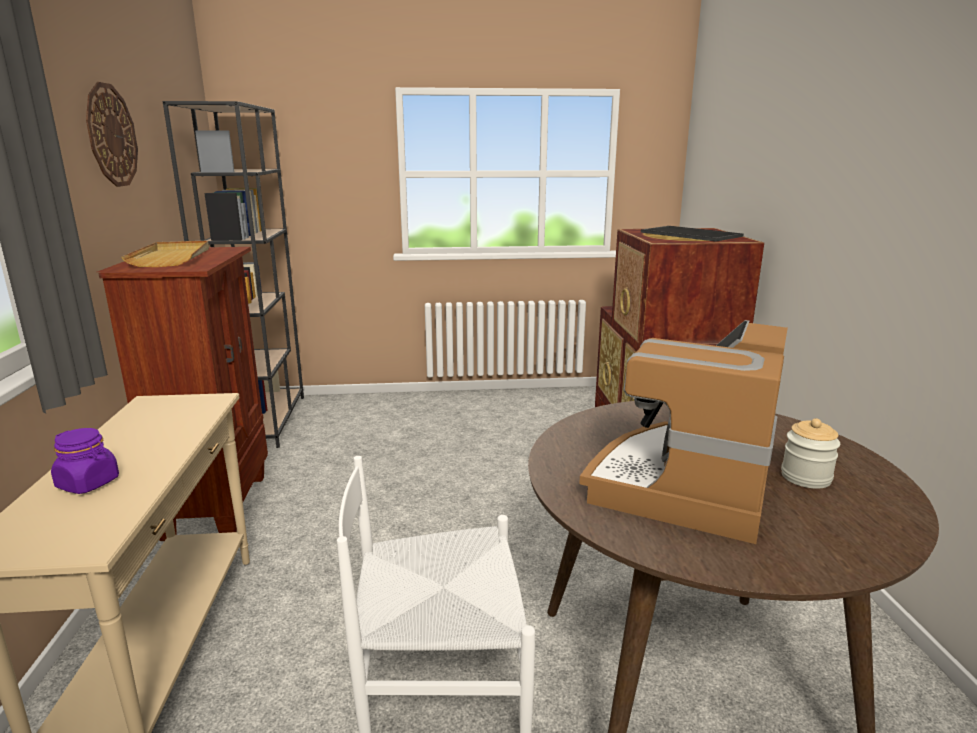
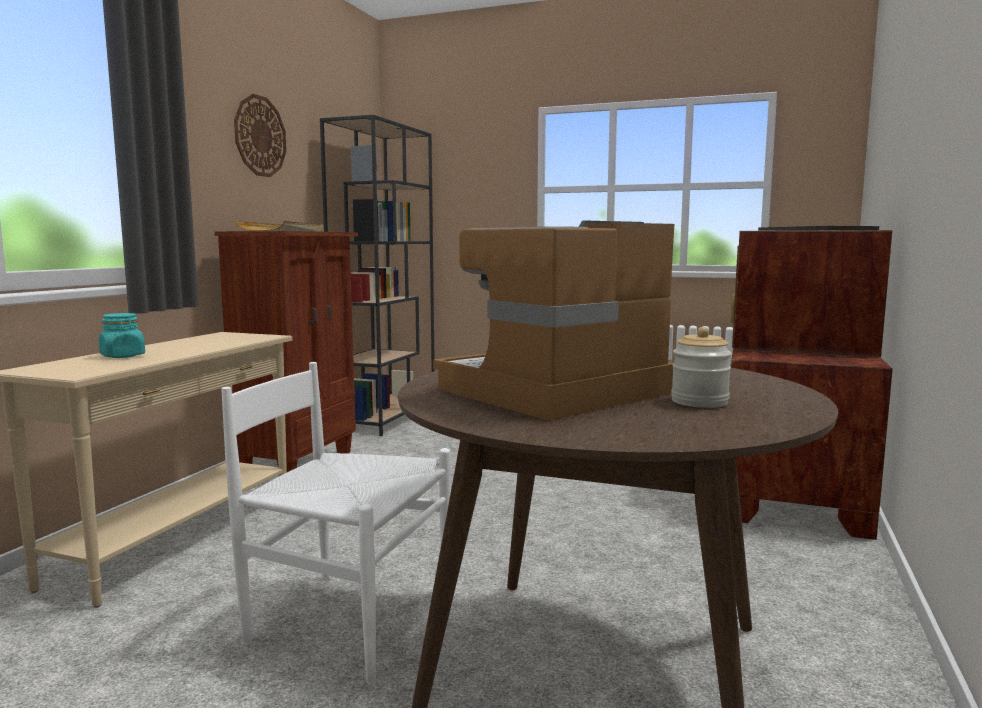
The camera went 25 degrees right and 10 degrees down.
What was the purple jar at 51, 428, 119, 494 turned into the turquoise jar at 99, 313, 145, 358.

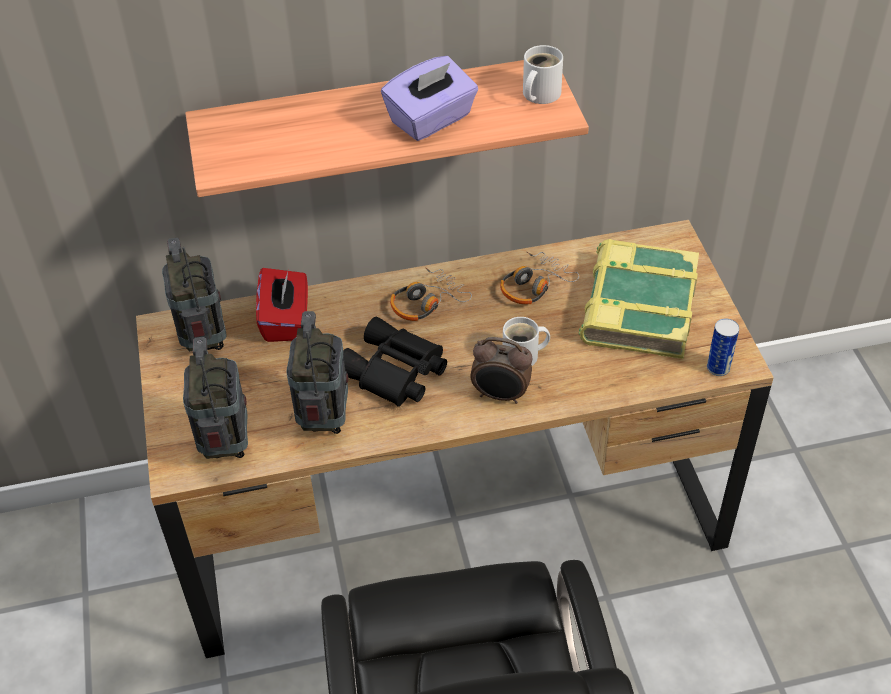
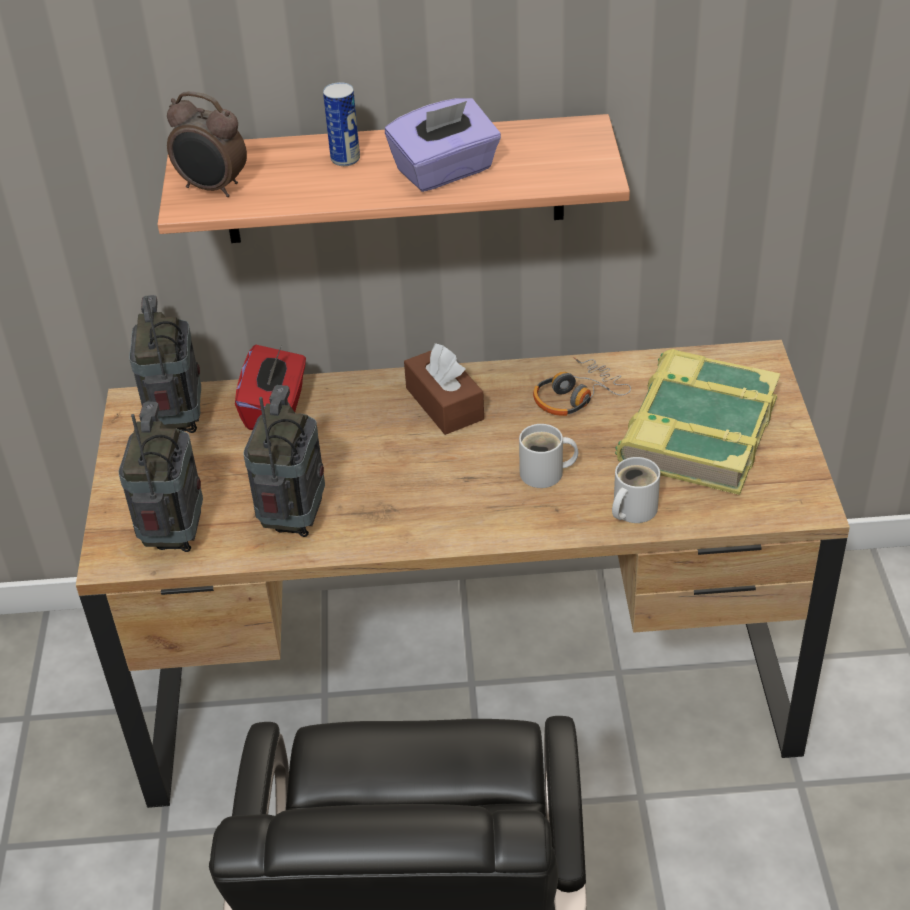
The camera went 10 degrees right and 5 degrees down.
The alarm clock ended up elsewhere, having gone from 470, 337, 533, 404 to 167, 91, 247, 197.
The can ended up elsewhere, having gone from 707, 318, 739, 376 to 323, 82, 360, 166.
Where the headphones stood at 390, 268, 472, 321, the brown tissue box came to stand at 404, 343, 484, 435.
The white mug ended up elsewhere, having gone from 523, 45, 563, 104 to 612, 457, 660, 523.
The second view lost the black binoculars at 343, 317, 447, 407.

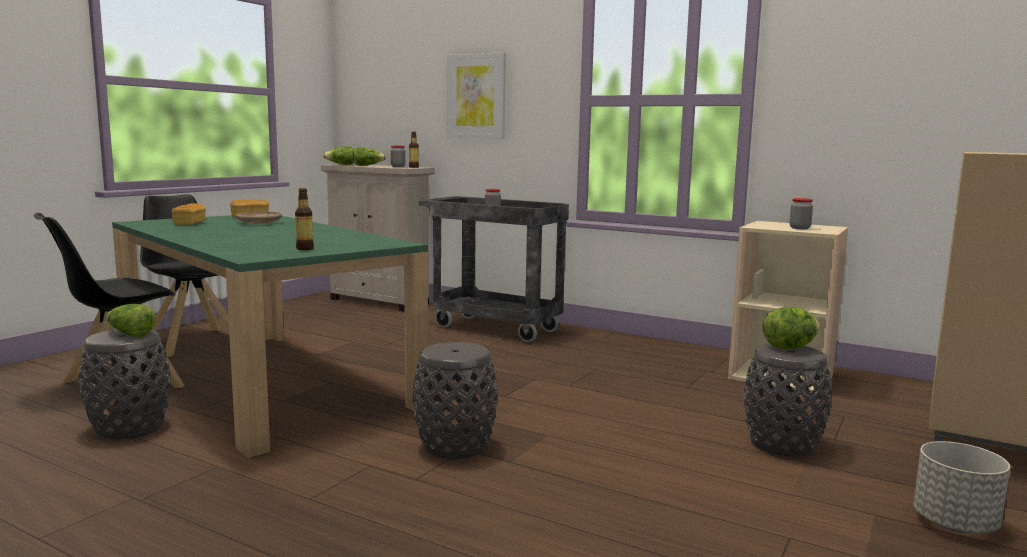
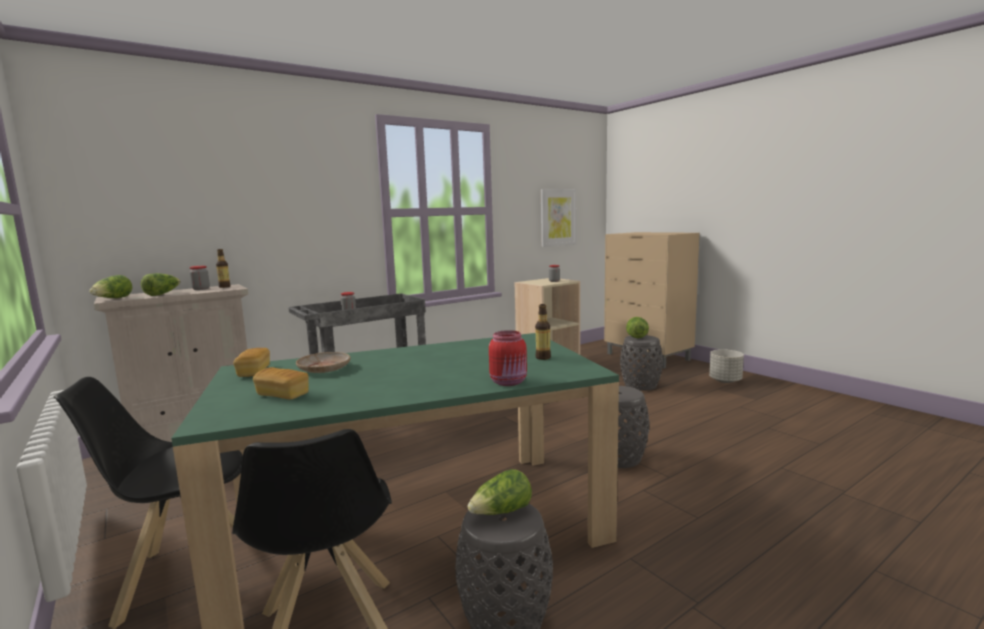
The camera went 65 degrees left and 0 degrees up.
The second view gained the red jar at 489, 330, 527, 386.
The picture ended up elsewhere, having gone from 447, 52, 506, 139 to 541, 189, 576, 247.

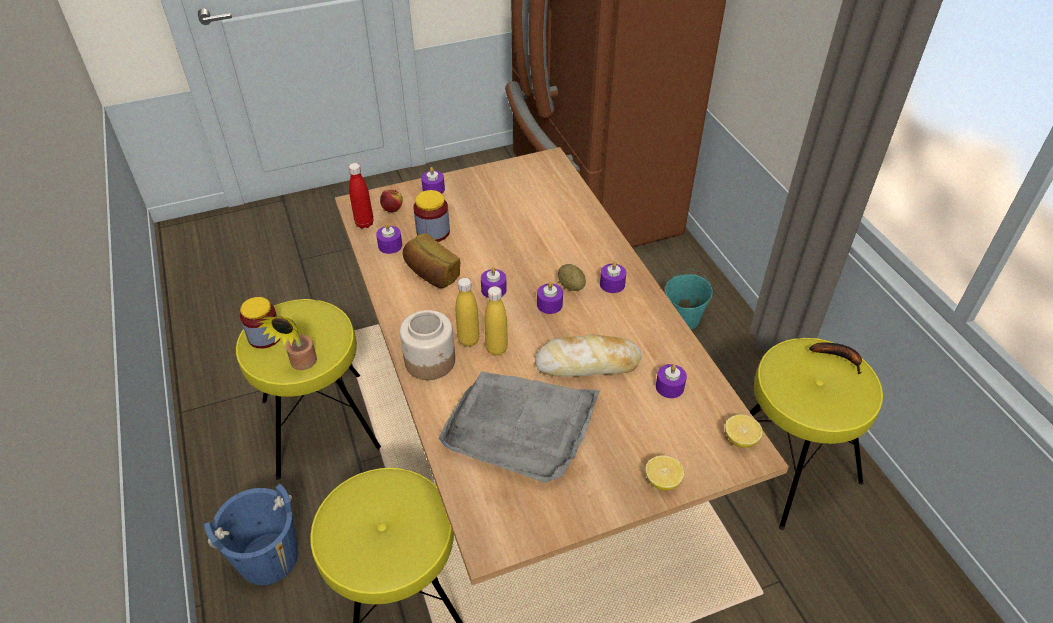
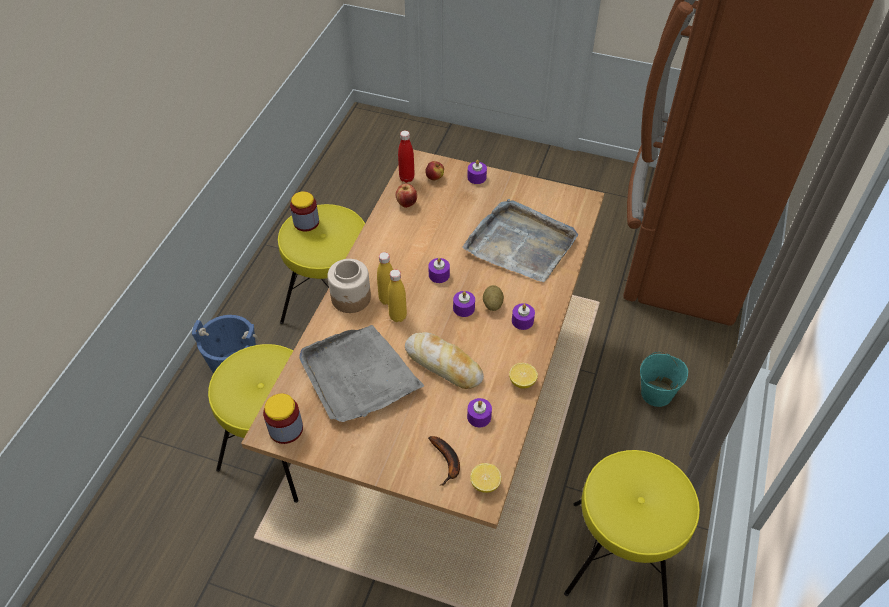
The camera went 40 degrees right and 5 degrees up.
The jar ended up elsewhere, having gone from 413, 190, 450, 242 to 263, 394, 303, 444.
Where the purple candle stood at 376, 223, 402, 254, the apple came to stand at 396, 184, 417, 208.
The banana ended up elsewhere, having gone from 809, 342, 862, 374 to 428, 436, 460, 485.
The second view gained the grey tray at 462, 199, 578, 282.
The lemon ended up elsewhere, having gone from 646, 455, 684, 491 to 509, 363, 538, 389.
The second view lost the potted plant at 258, 315, 317, 370.
The second view lost the bread at 403, 233, 460, 288.

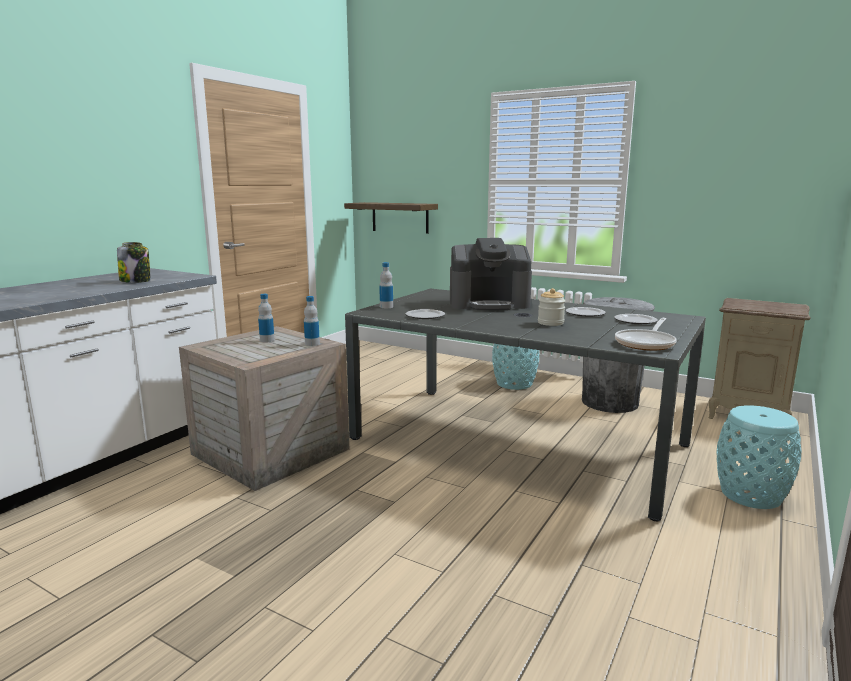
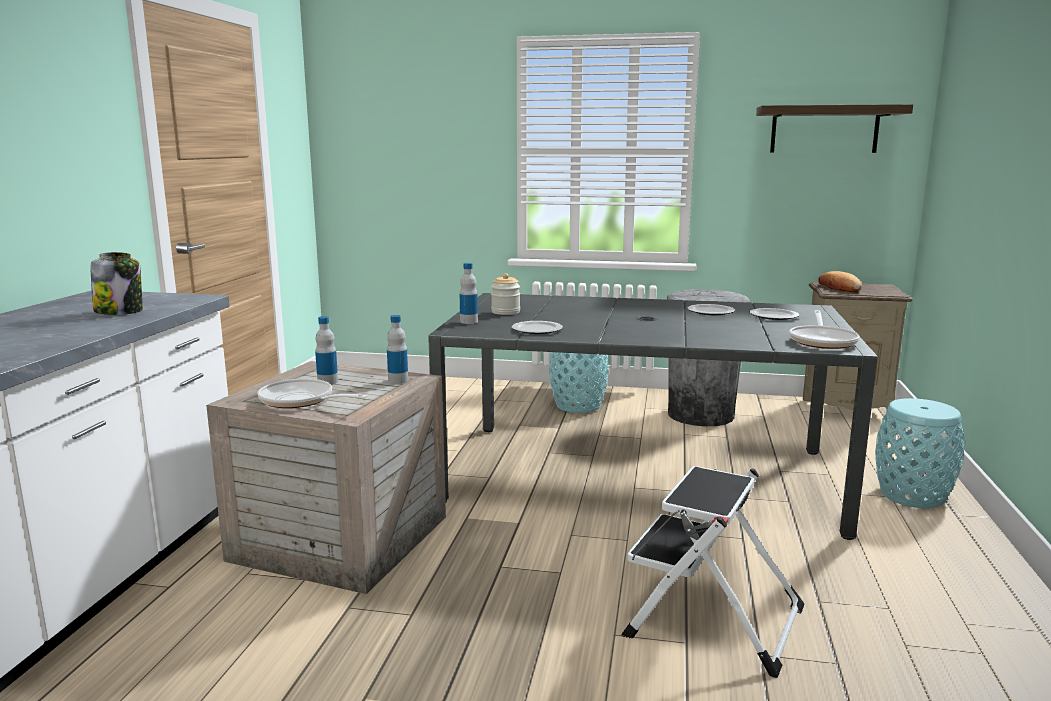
The camera went 20 degrees left and 0 degrees up.
The second view gained the frying pan at 258, 379, 368, 408.
The jar ended up elsewhere, having gone from 538, 288, 566, 326 to 491, 273, 520, 315.
The second view gained the step ladder at 621, 466, 804, 678.
The shelf ended up elsewhere, having gone from 344, 202, 438, 234 to 756, 104, 913, 153.
The second view gained the bread at 818, 271, 862, 292.
The second view lost the coffee machine at 450, 238, 532, 310.

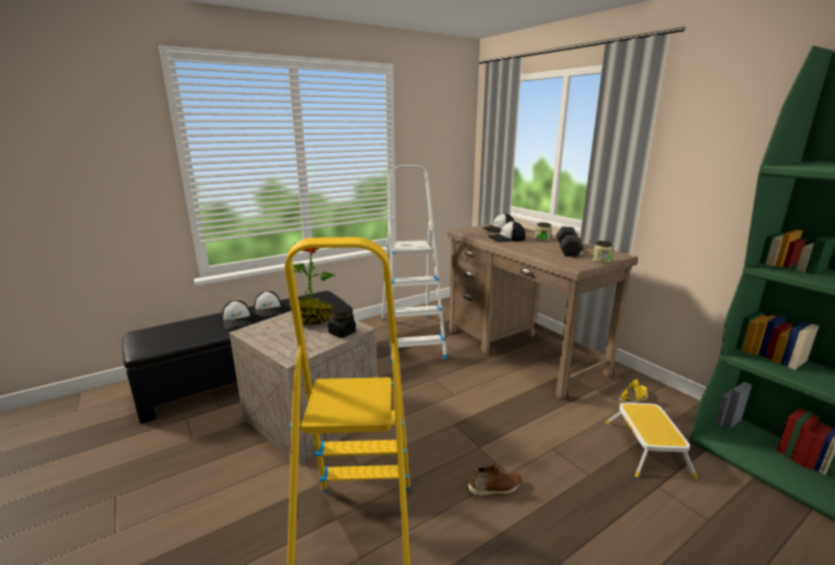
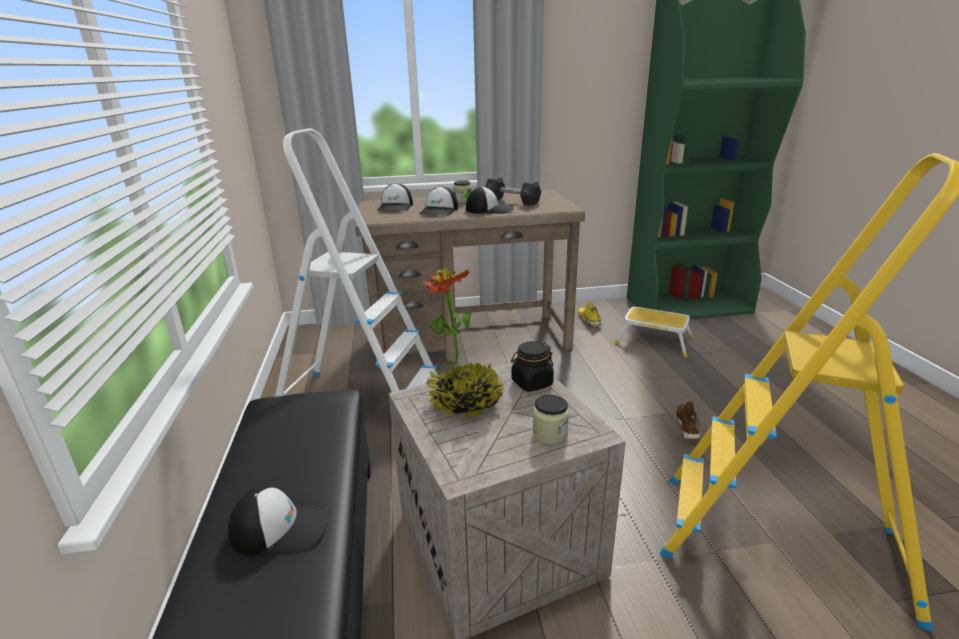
The camera went 65 degrees left and 5 degrees up.
The cap ended up elsewhere, having gone from 254, 291, 282, 317 to 466, 187, 514, 214.
The jar ended up elsewhere, having gone from 592, 241, 613, 263 to 533, 395, 569, 444.

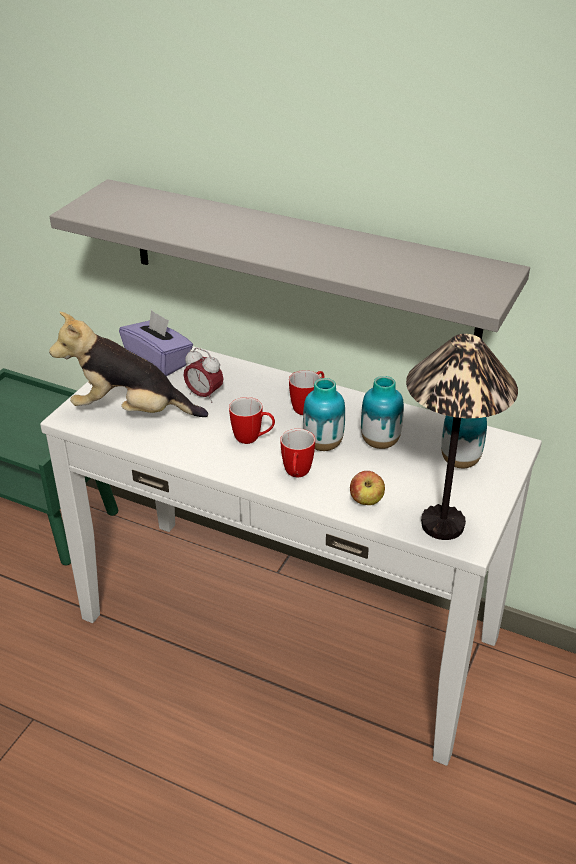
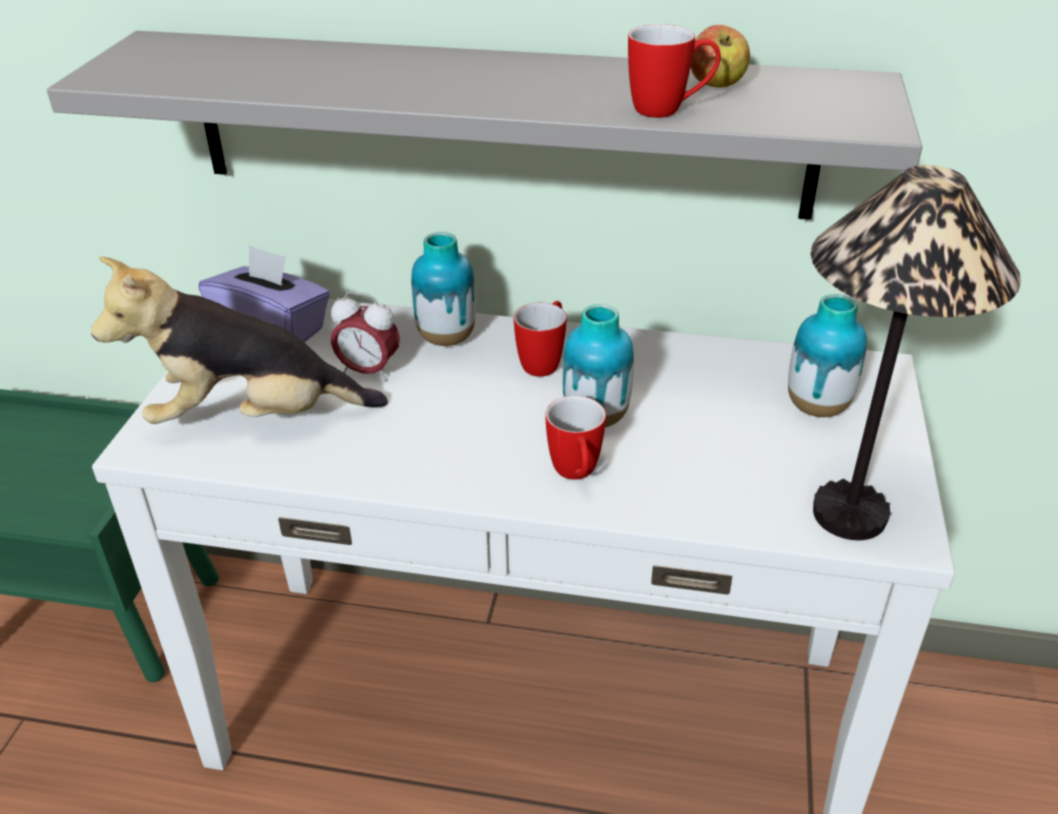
The camera went 15 degrees left and 0 degrees up.
The vase ended up elsewhere, having gone from 361, 376, 404, 449 to 411, 232, 476, 346.
The mug ended up elsewhere, having gone from 229, 397, 275, 444 to 628, 24, 721, 118.
The apple ended up elsewhere, having gone from 350, 471, 385, 505 to 691, 25, 750, 88.

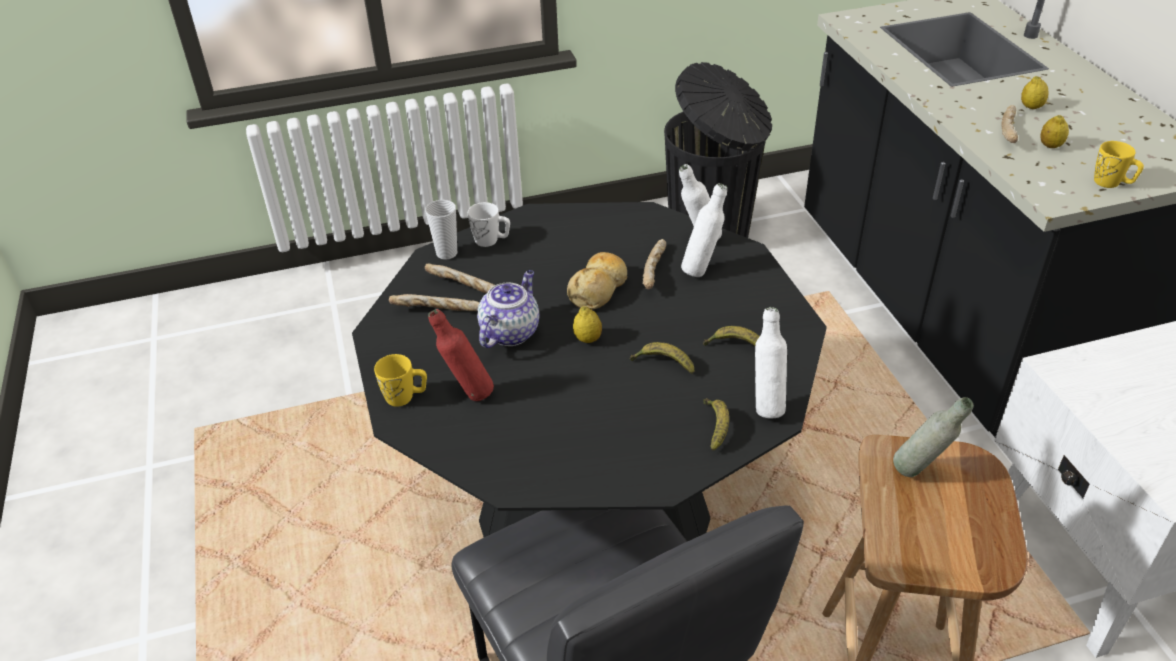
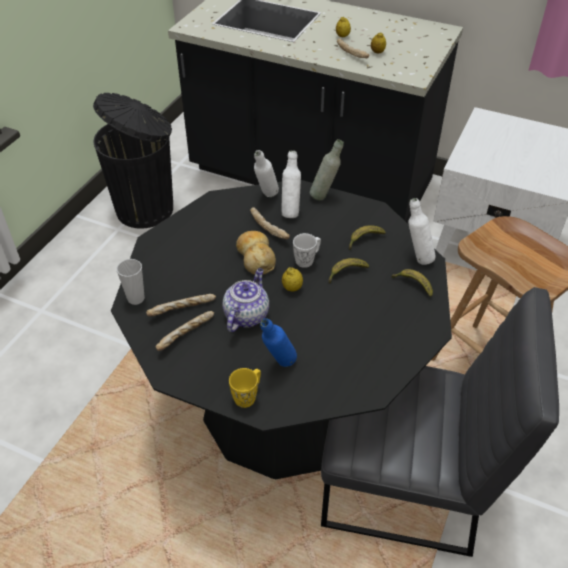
The camera went 50 degrees left and 5 degrees up.
The teapot at 477, 270, 539, 348 ended up facing another way, 45 degrees clockwise from before.
What was the red bottle at 428, 309, 494, 401 turned into the blue bottle at 260, 318, 297, 367.
The white mug ended up elsewhere, having gone from 468, 202, 510, 247 to 293, 233, 321, 268.
The grey bottle ended up elsewhere, having gone from 893, 397, 974, 477 to 310, 139, 344, 201.
The second view lost the yellow mug at 1094, 141, 1144, 188.

